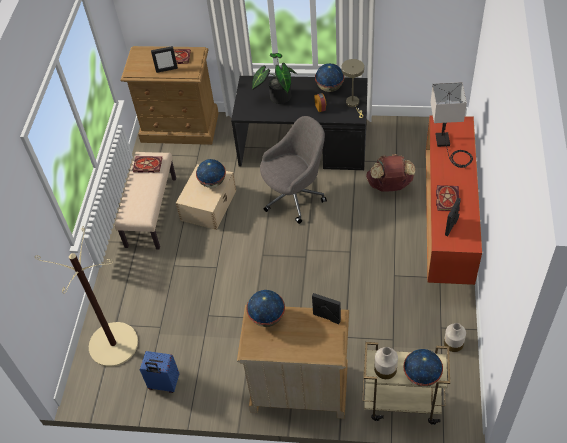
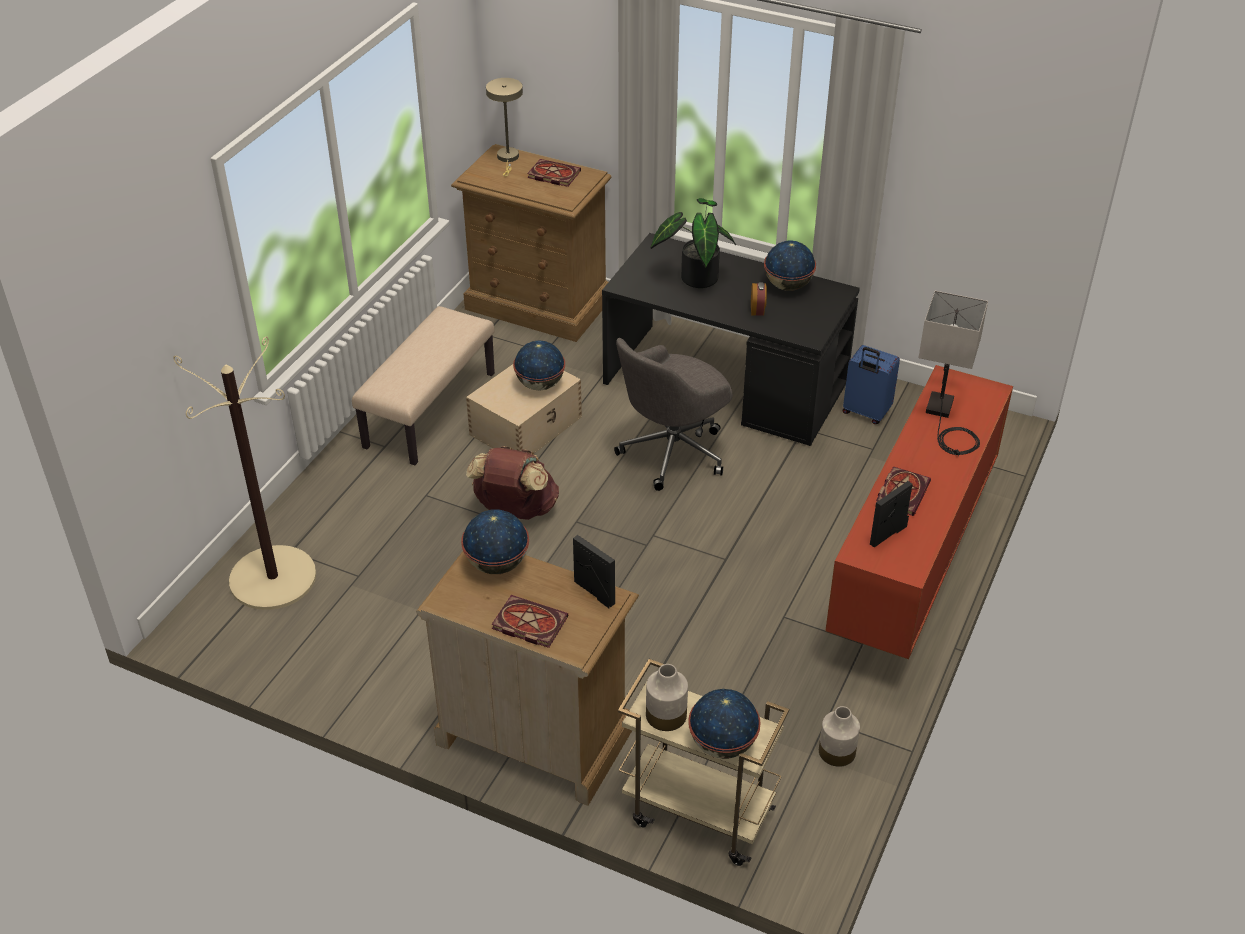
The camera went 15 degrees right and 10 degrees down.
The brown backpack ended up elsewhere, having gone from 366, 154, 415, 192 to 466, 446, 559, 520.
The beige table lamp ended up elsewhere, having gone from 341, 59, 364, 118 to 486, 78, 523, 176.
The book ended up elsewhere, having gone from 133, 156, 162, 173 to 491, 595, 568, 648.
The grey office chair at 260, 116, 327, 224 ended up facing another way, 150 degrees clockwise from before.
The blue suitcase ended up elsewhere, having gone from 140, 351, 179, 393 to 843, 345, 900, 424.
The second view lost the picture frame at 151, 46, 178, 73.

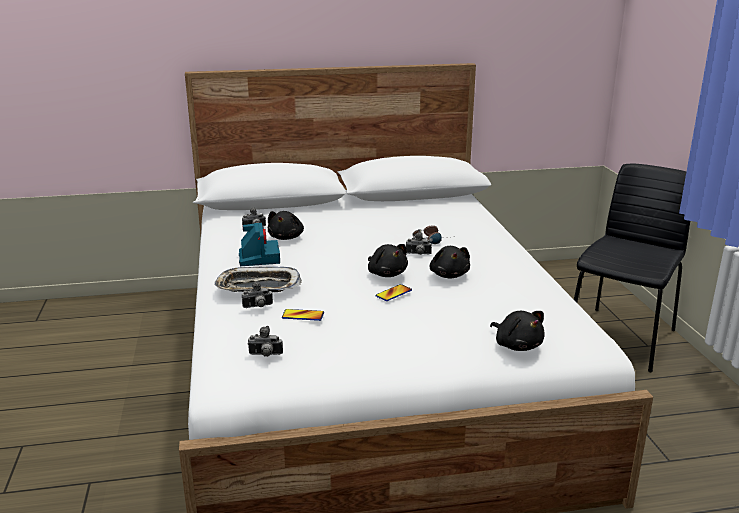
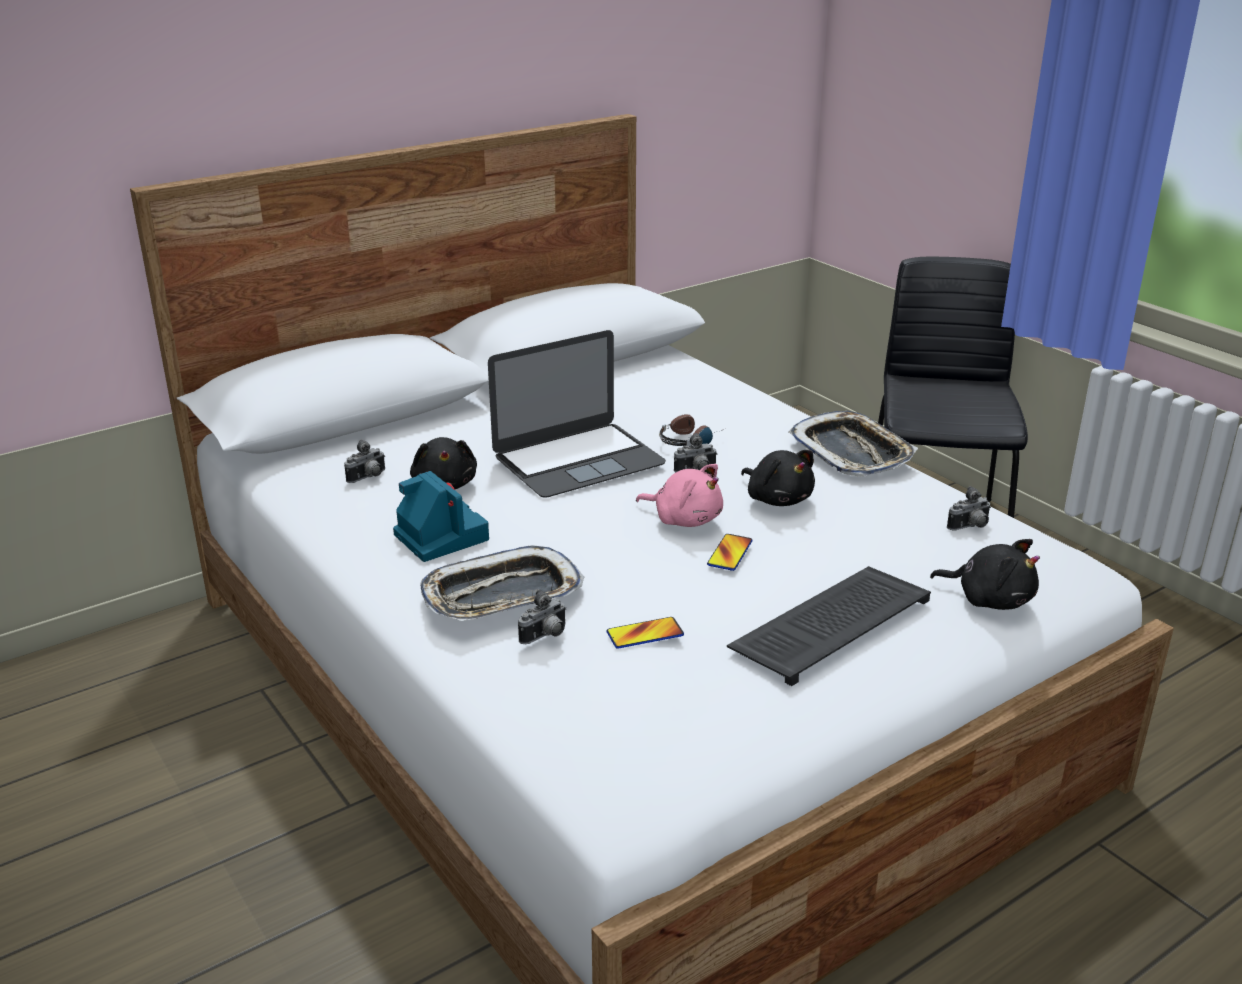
The camera went 25 degrees left and 5 degrees up.
The second view gained the laptop at 488, 330, 666, 498.
What was the black plush toy at 368, 244, 408, 277 turned into the pink plush toy at 636, 464, 723, 527.
The second view gained the keyboard at 727, 566, 931, 686.
The second view gained the tray at 788, 411, 918, 476.
The photo camera ended up elsewhere, having gone from 248, 326, 283, 357 to 947, 486, 991, 530.

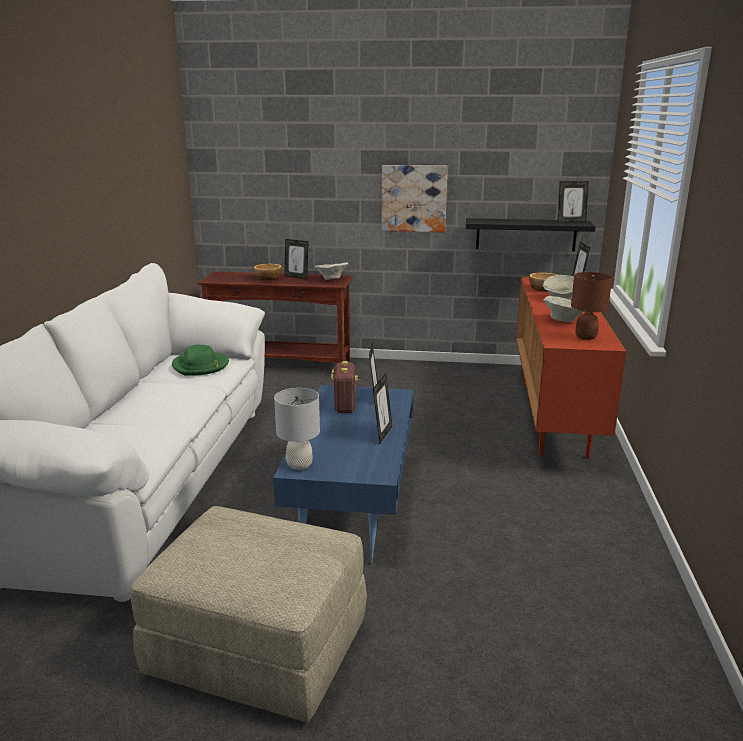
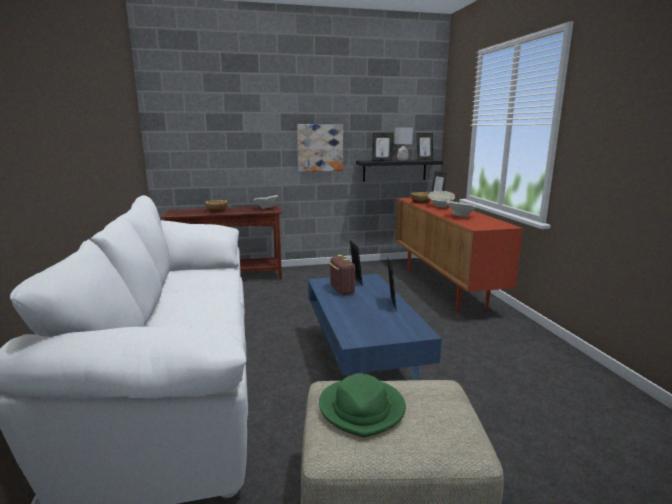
The camera went 20 degrees left and 5 degrees down.
The green hat ended up elsewhere, having gone from 172, 345, 229, 376 to 319, 374, 406, 437.
The picture frame ended up elsewhere, having gone from 284, 239, 309, 279 to 372, 133, 393, 161.
The grey table lamp ended up elsewhere, having gone from 274, 388, 320, 470 to 394, 127, 413, 161.
The second view lost the brown table lamp at 571, 272, 612, 340.

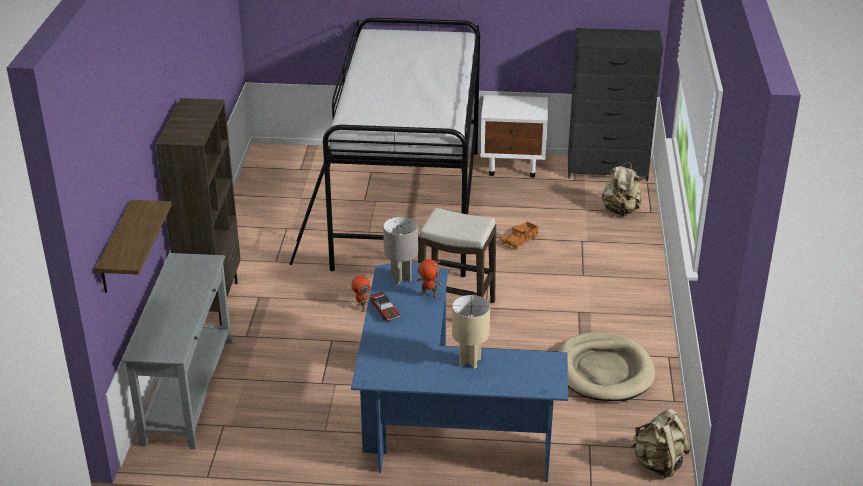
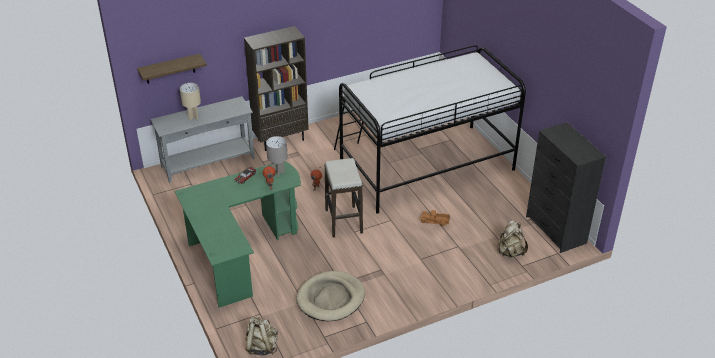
The camera went 60 degrees right and 5 degrees up.
What was the blue desk at 351, 262, 568, 482 turned into the green desk at 175, 161, 301, 308.
The beige table lamp ended up elsewhere, having gone from 452, 295, 490, 369 to 180, 83, 201, 120.
The second view lost the white nightstand at 480, 95, 548, 178.

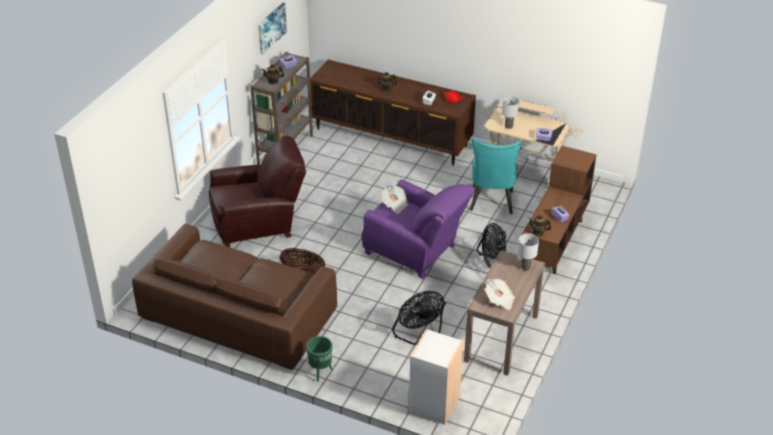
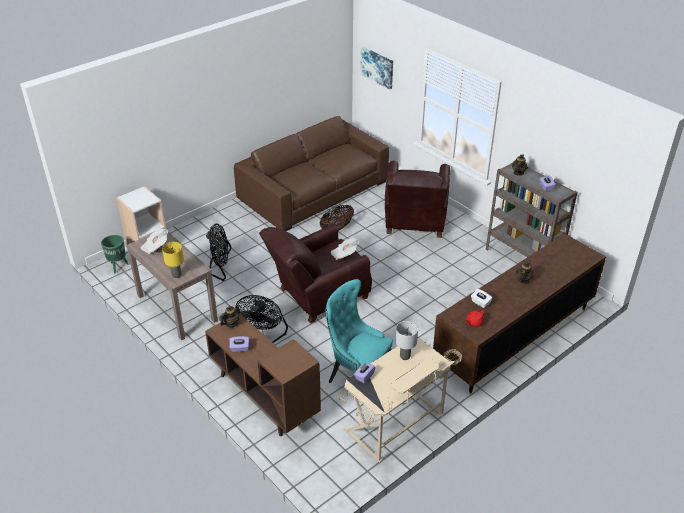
The camera went 115 degrees right and 0 degrees up.
The green planter ended up elsewhere, having gone from 306, 336, 333, 382 to 101, 235, 129, 273.
What was the white table lamp at 518, 233, 539, 270 turned into the yellow table lamp at 162, 242, 184, 278.
What was the purple armchair at 361, 179, 475, 279 turned into the brown armchair at 259, 225, 372, 324.
The picture ended up elsewhere, having gone from 258, 3, 287, 54 to 360, 47, 393, 89.

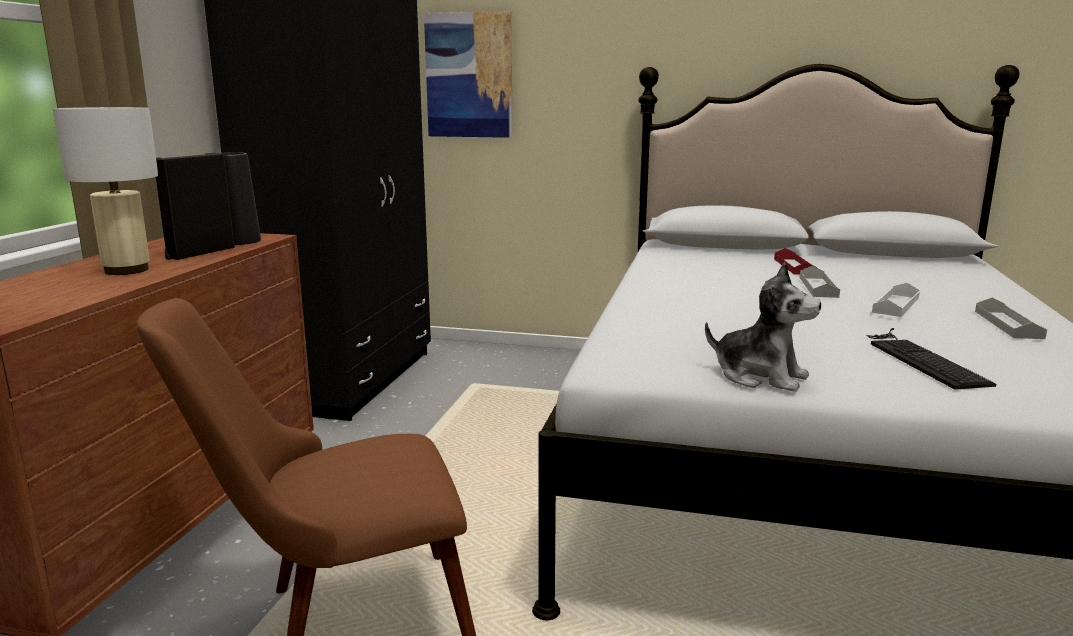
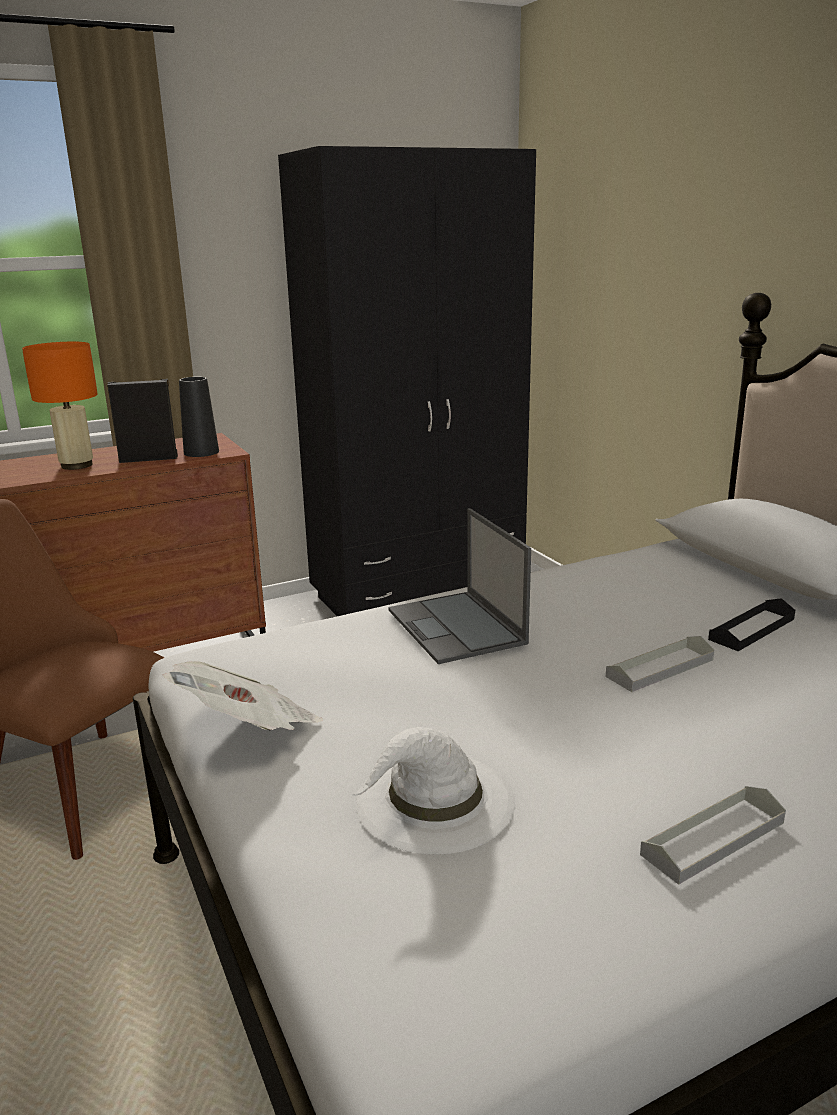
The camera went 50 degrees right and 5 degrees up.
What was the white table lamp at 53, 107, 158, 275 turned into the orange table lamp at 22, 342, 97, 470.
Where the plush toy stood at 705, 263, 821, 392, the newspaper came to stand at 162, 661, 323, 730.
Where the keyboard stood at 867, 328, 996, 390, the white hat came to stand at 353, 727, 515, 854.
The second view gained the laptop at 388, 508, 531, 664.
What was the red tray at 774, 248, 816, 275 turned into the black tray at 708, 598, 795, 651.
The second view lost the picture at 424, 11, 513, 138.
The second view lost the white tray at 872, 283, 920, 317.

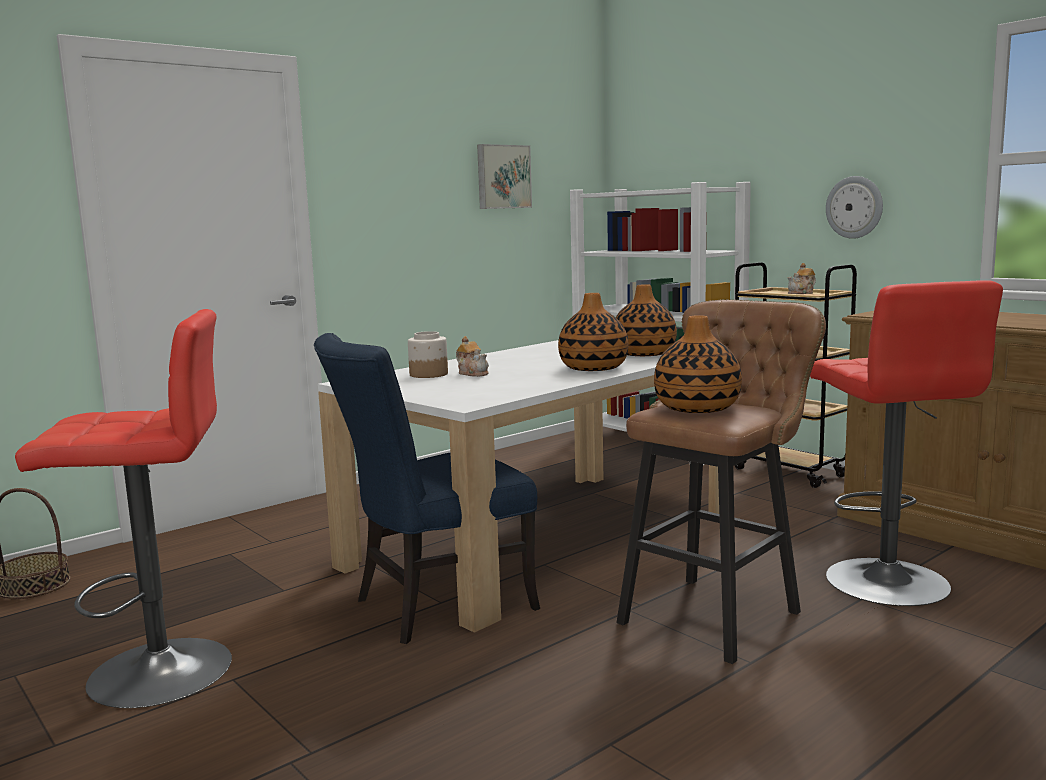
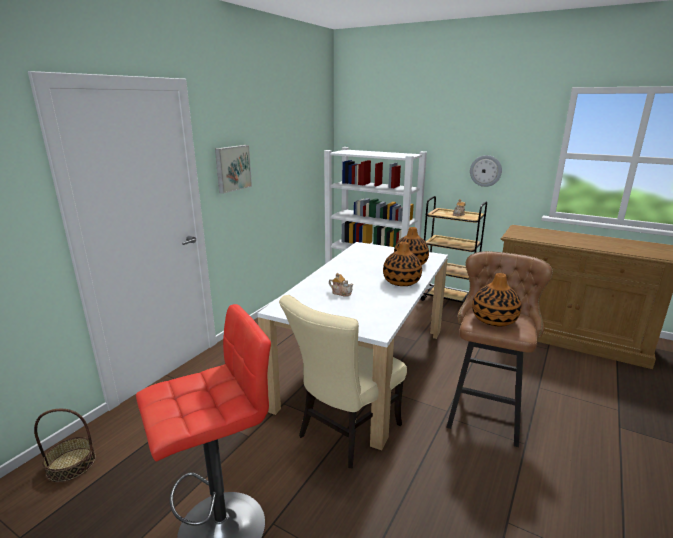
The camera went 20 degrees left and 10 degrees up.
The picture ended up elsewhere, having gone from 477, 144, 532, 209 to 215, 145, 252, 194.
What was the blue chair at 314, 333, 540, 644 turned into the beige chair at 279, 295, 407, 469.
The second view lost the jar at 408, 331, 448, 378.
The second view lost the red stool at 810, 280, 1003, 606.

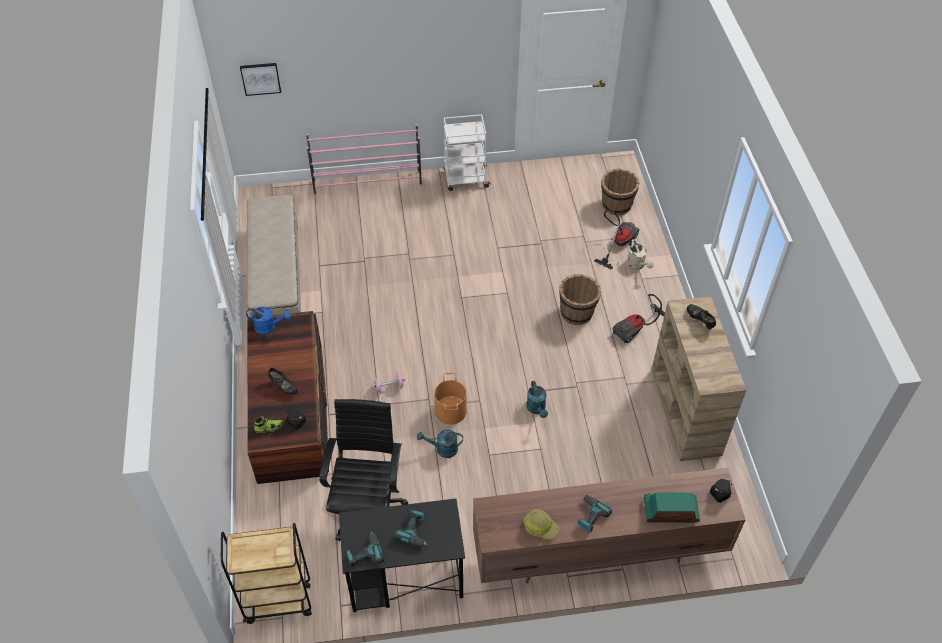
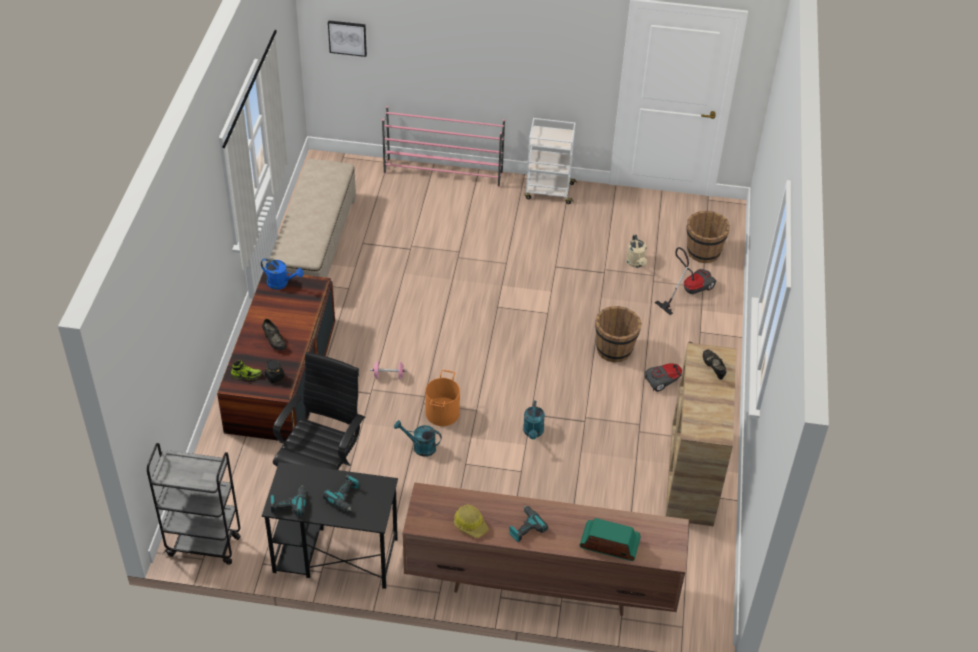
The camera went 15 degrees right and 5 degrees down.
What was the brown cart at 221, 523, 312, 624 turned into the grey cart at 147, 443, 241, 565.
The beige watering can ended up elsewhere, having gone from 627, 240, 654, 270 to 626, 234, 647, 268.
The second view lost the black jar at 710, 479, 732, 503.

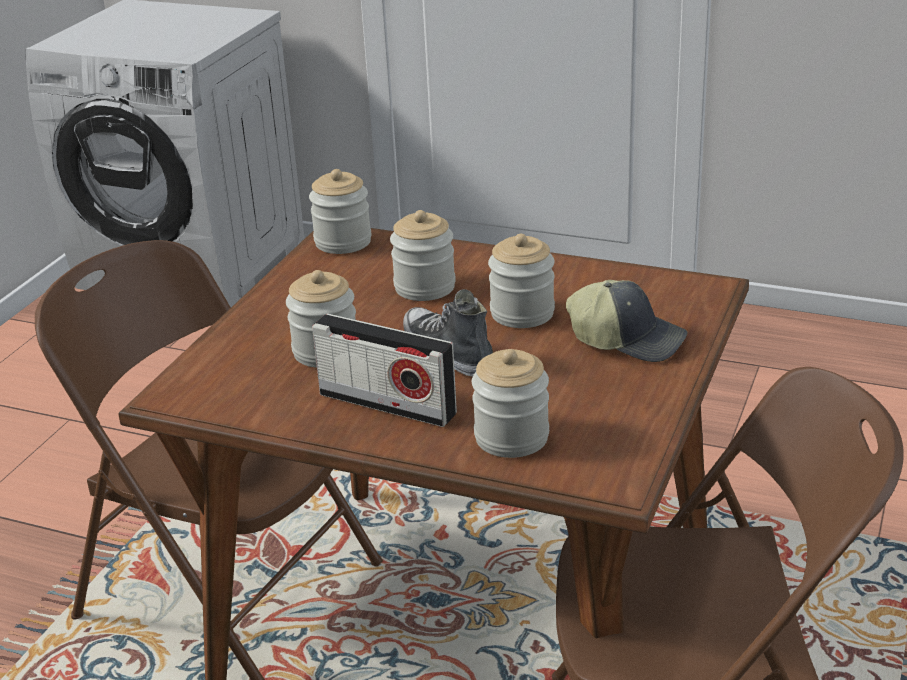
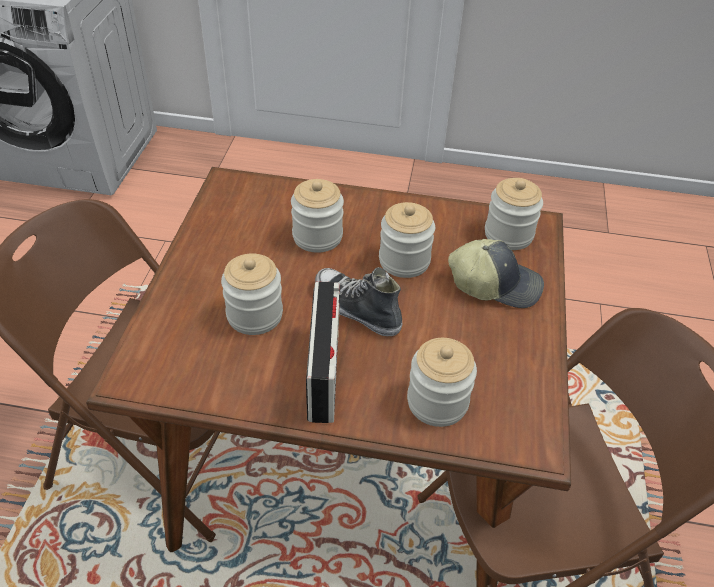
The camera went 15 degrees left and 15 degrees up.
The radio at 312, 313, 457, 427 ended up facing another way, 105 degrees counterclockwise from before.
The jar ended up elsewhere, having gone from 309, 169, 371, 254 to 485, 178, 543, 250.

